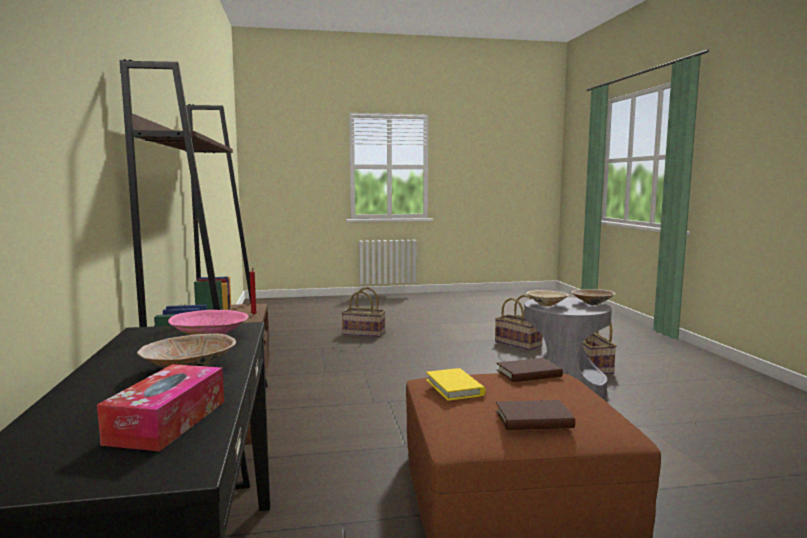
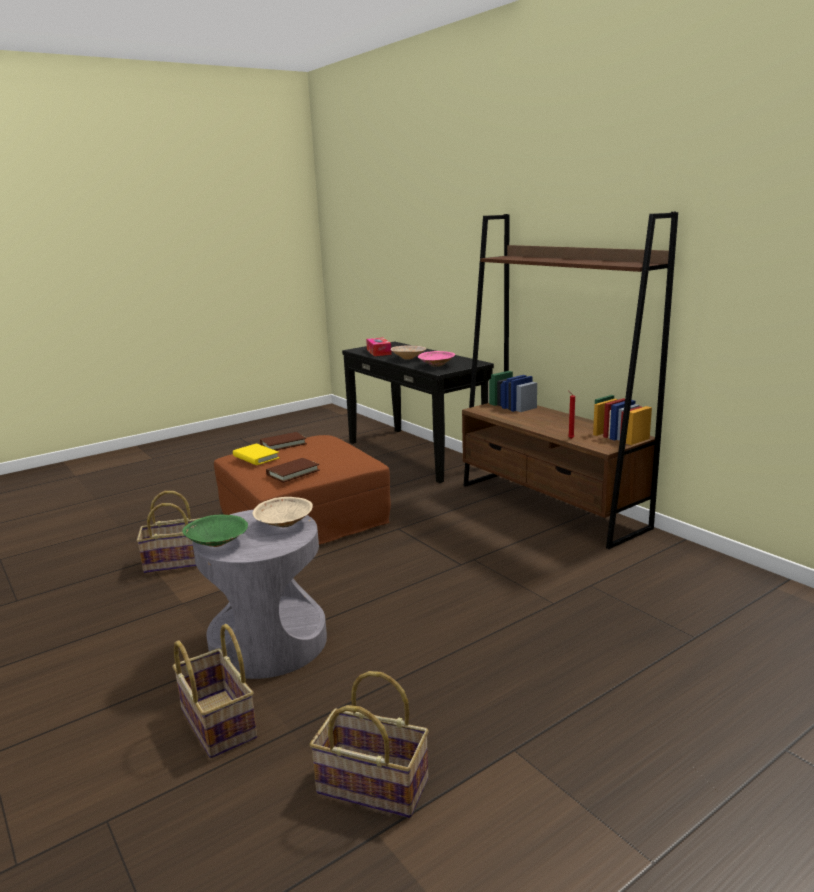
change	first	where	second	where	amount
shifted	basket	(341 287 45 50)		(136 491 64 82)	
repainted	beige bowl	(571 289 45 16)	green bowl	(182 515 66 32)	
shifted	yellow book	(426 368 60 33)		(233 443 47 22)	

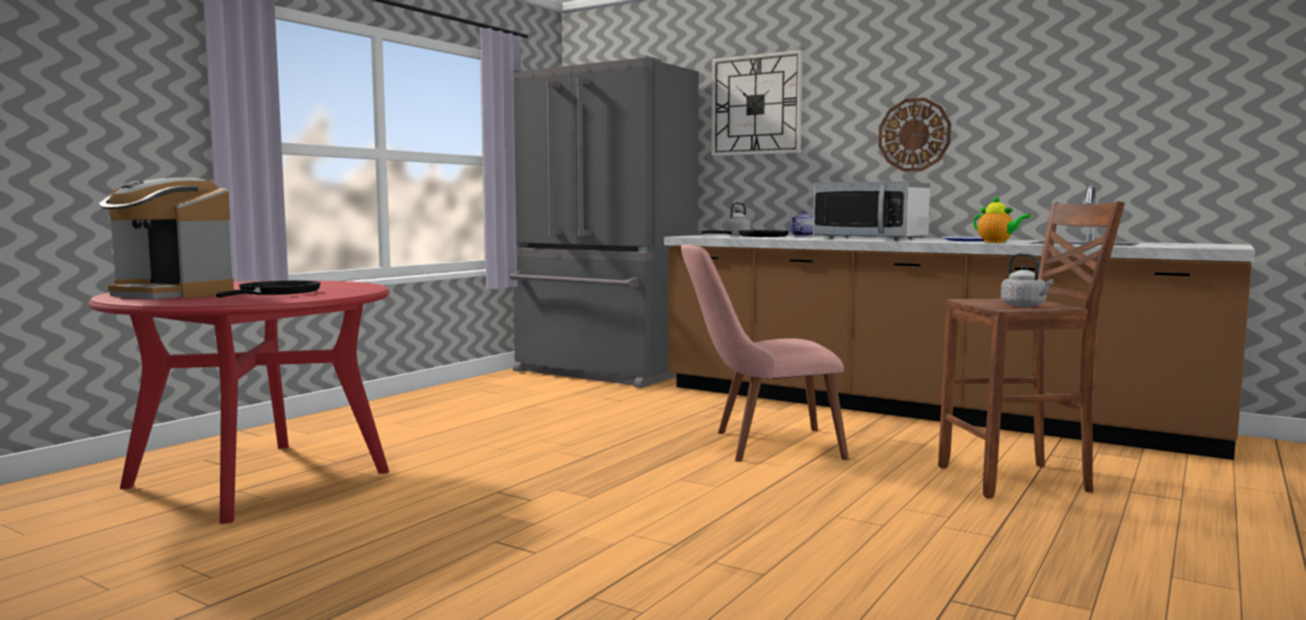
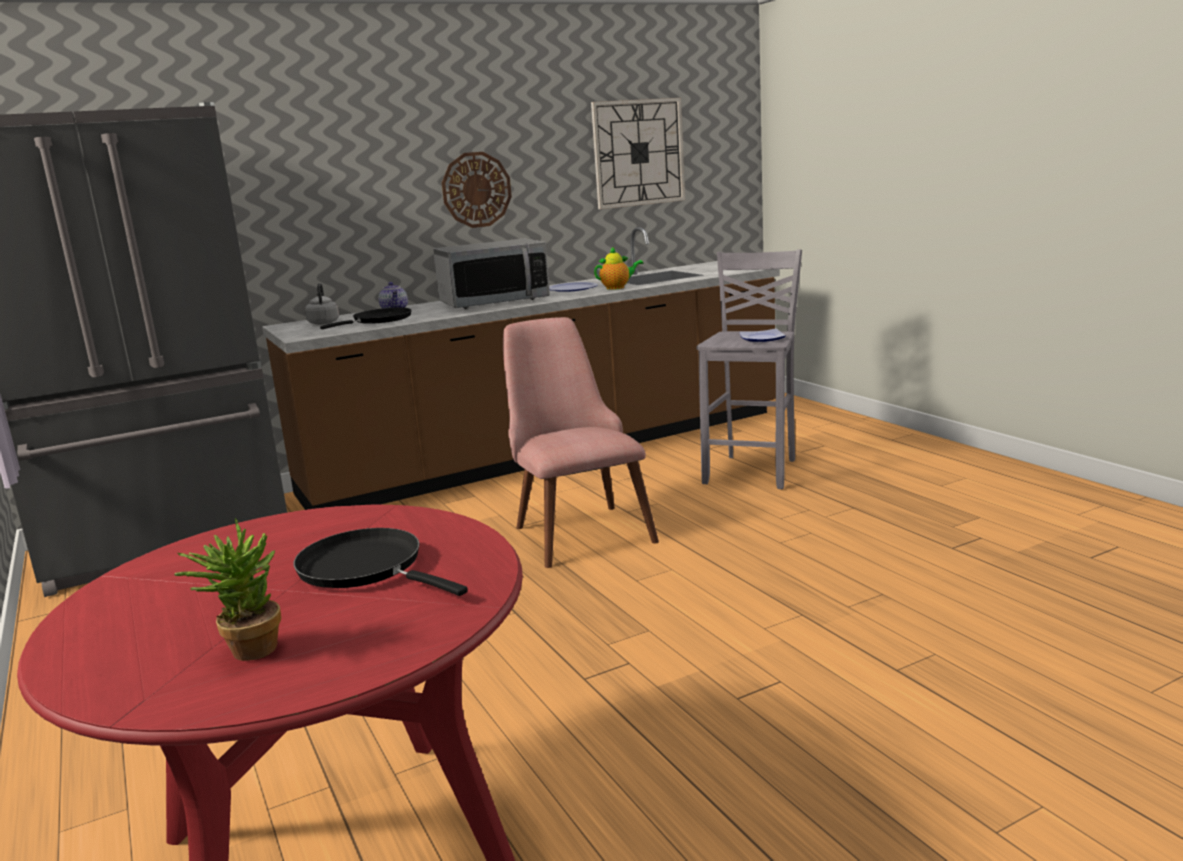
change	first	where	second	where	amount
shifted	wall clock	(711 50 92 106)		(591 98 94 111)	
swapped	coffee machine	(99 178 135 121)	potted plant	(174 517 107 144)	
repainted	brown stool	(938 201 187 297)	grey stool	(697 250 105 239)	
rotated	pink chair	(681 244 168 218)		(503 317 156 251)	135 degrees clockwise
swapped	grey kettle	(1001 253 53 54)	plate	(739 329 47 13)	

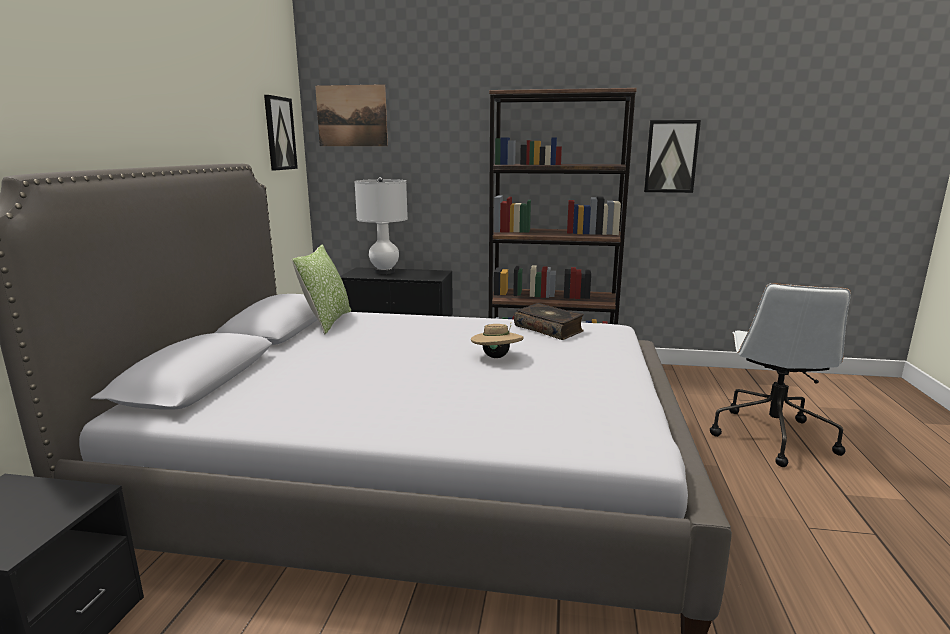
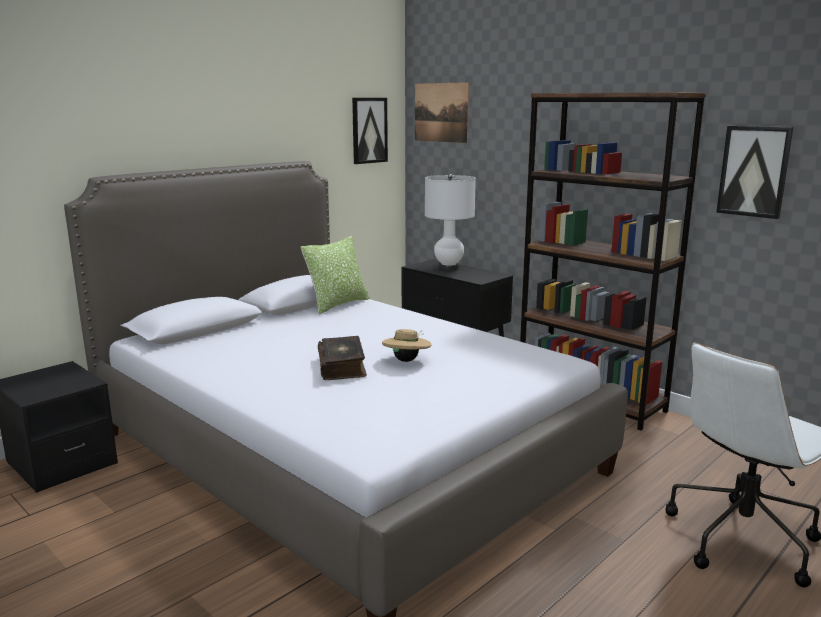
change	first	where	second	where	amount
shifted	book	(514 303 70 37)		(318 336 49 44)	

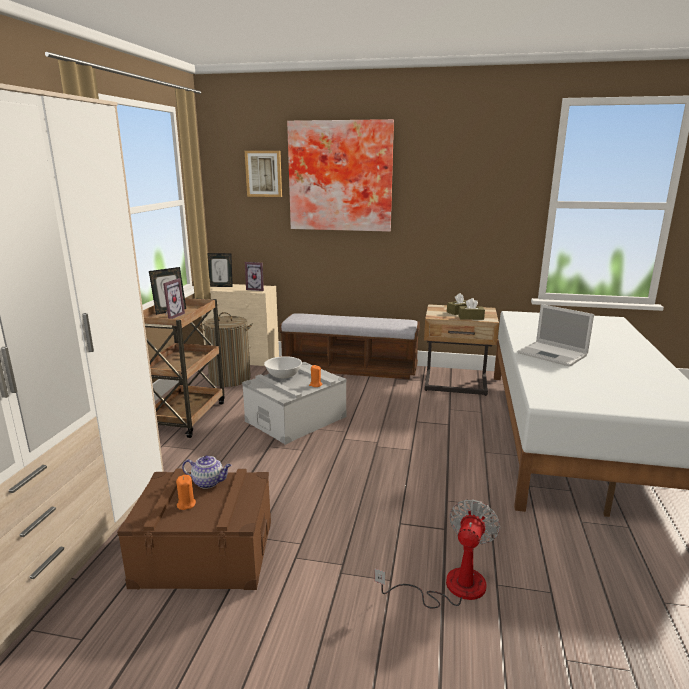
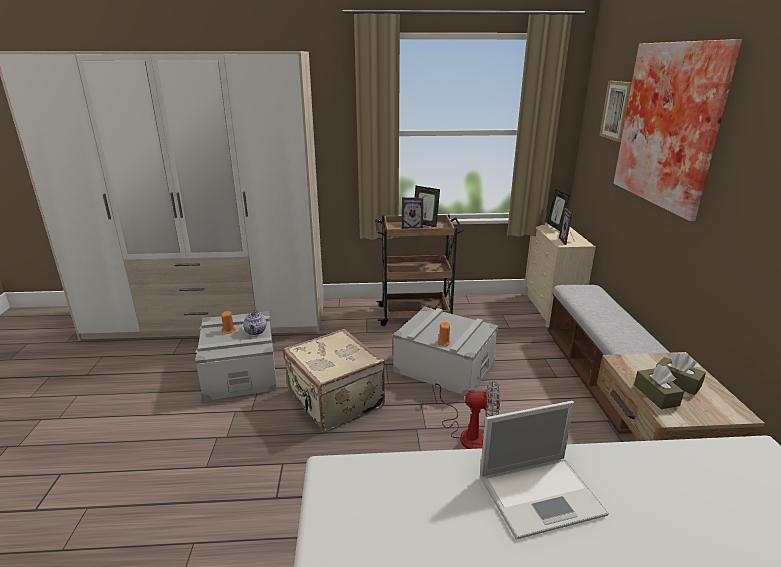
change	first	where	second	where	amount
rotated	laptop	(518 304 76 63)		(480 401 129 139)	135 degrees counterclockwise
gone	laundry basket	(200 312 53 75)			
gone	white bowl	(264 356 38 22)			
repainted	brown storage box	(117 469 154 121)	grey storage box	(195 311 82 91)	
shifted	fan	(374 499 126 110)		(435 377 65 72)	
new			beige suitcase	(283 329 102 103)	

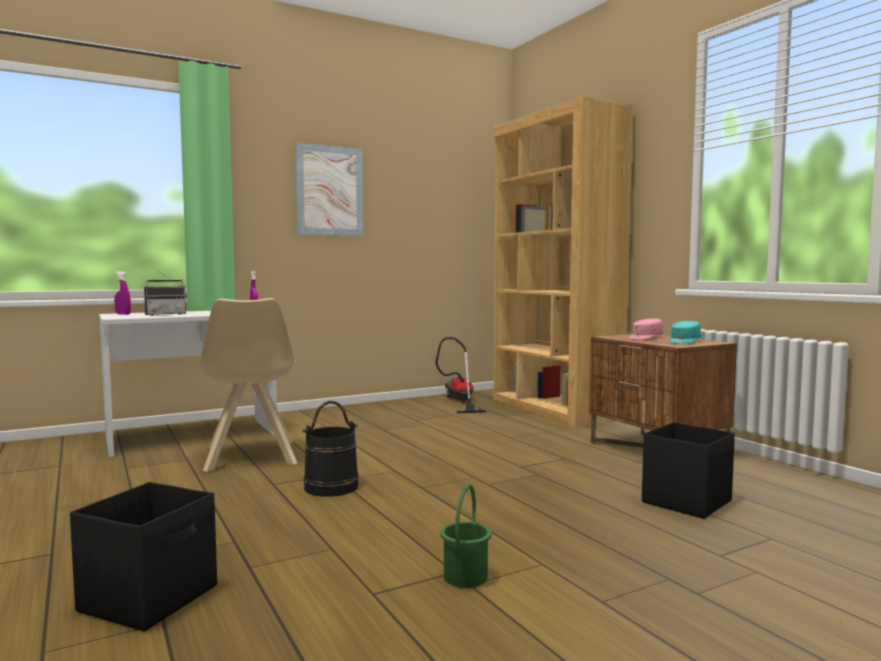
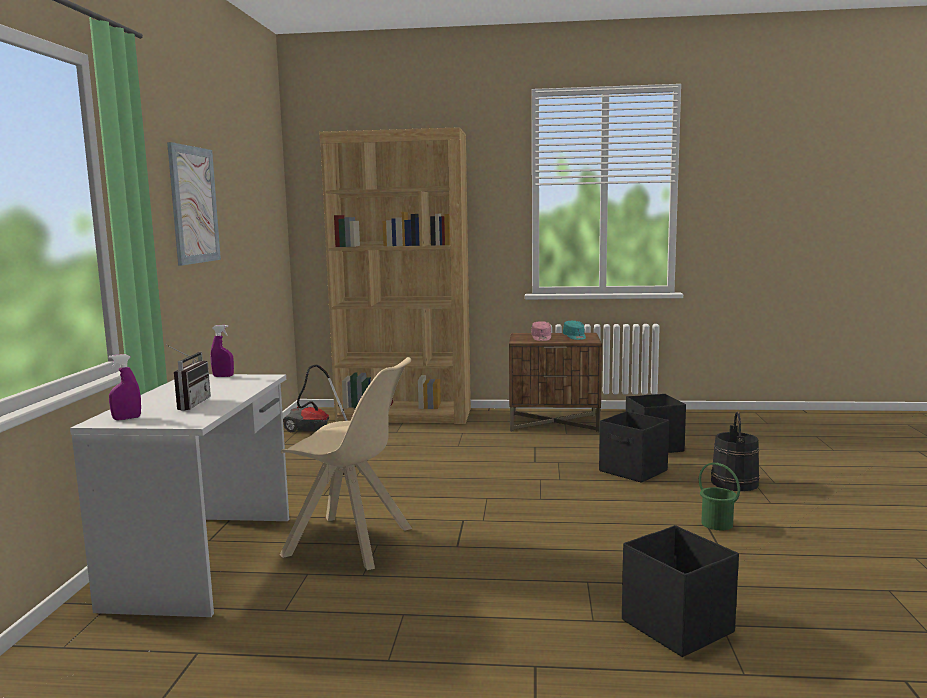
change	first	where	second	where	amount
shifted	black bucket	(302 401 57 96)		(711 411 49 80)	
new			black storage box	(599 411 70 72)	

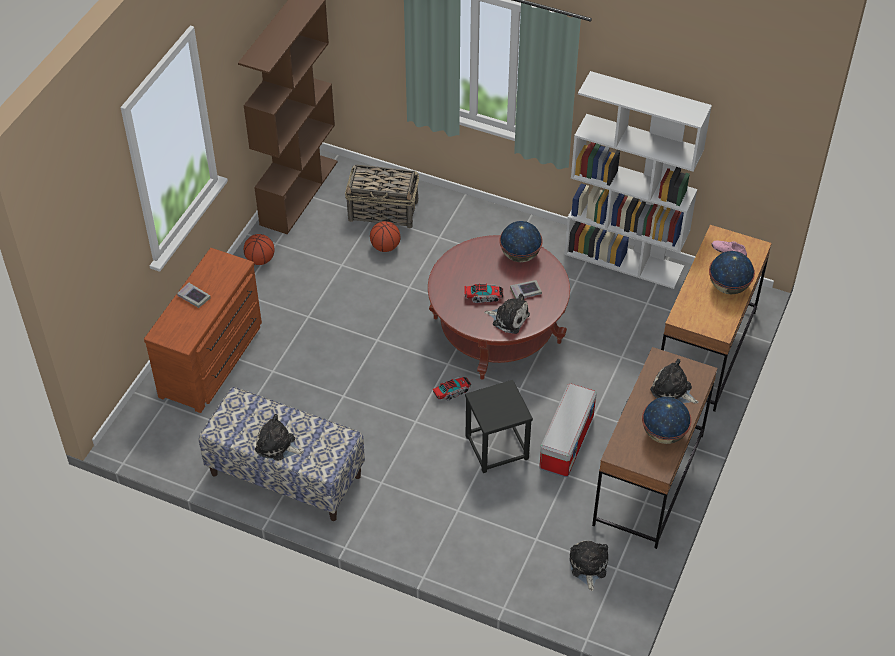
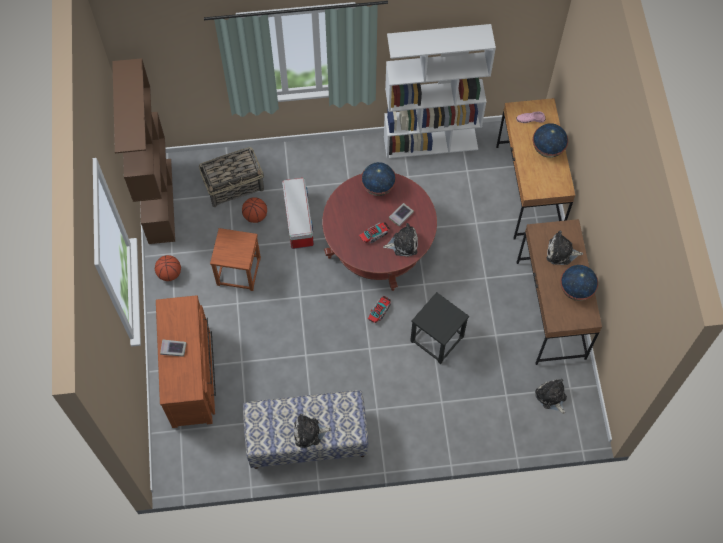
change	first	where	second	where	amount
shifted	storage box	(539 383 58 94)		(282 178 32 71)	
new			brown stool	(210 228 51 63)	

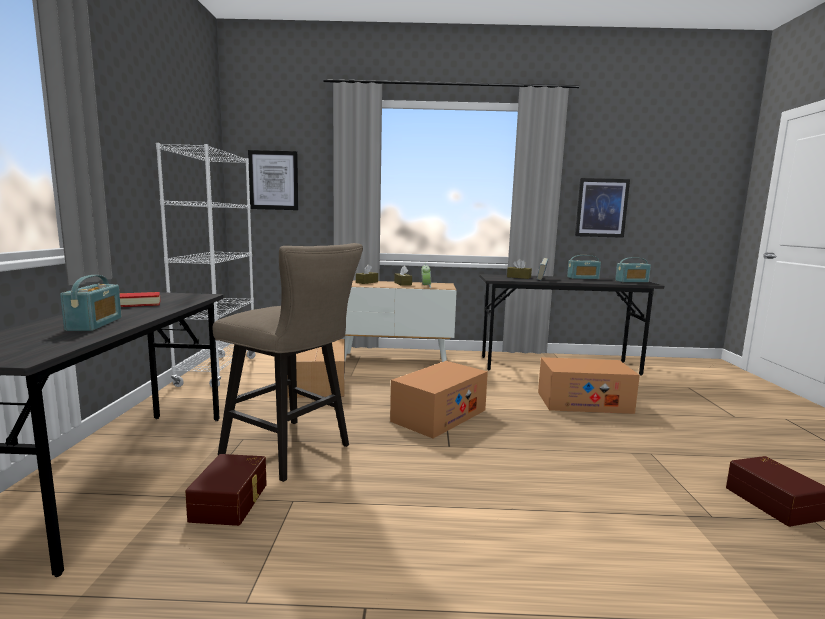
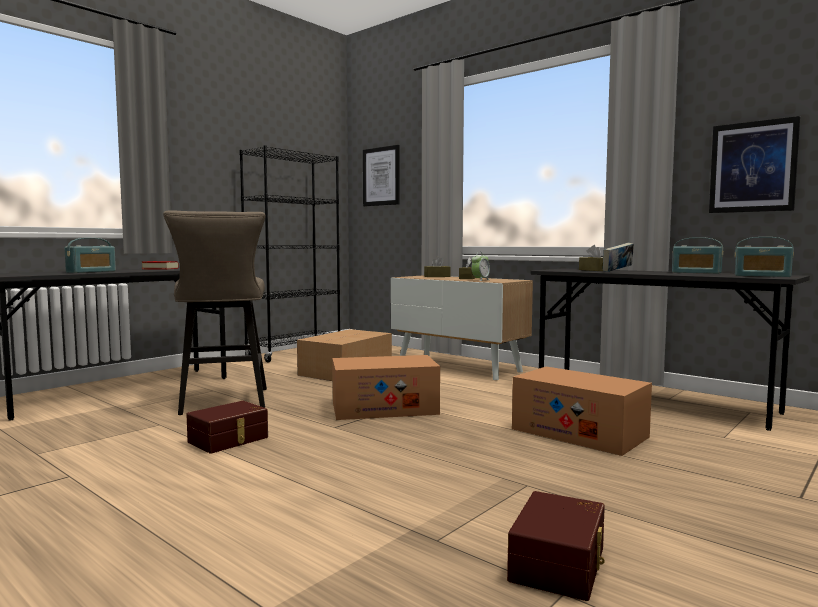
change	first	where	second	where	amount
repainted	white bookcase	(156 143 99 244)	black bookcase	(239 145 101 217)	
shifted	brown storage box	(185 454 82 72)		(186 401 82 53)	

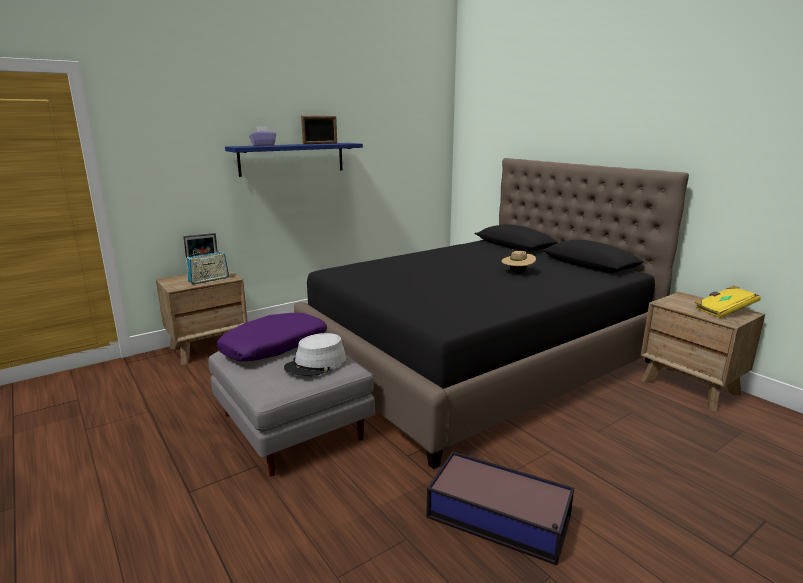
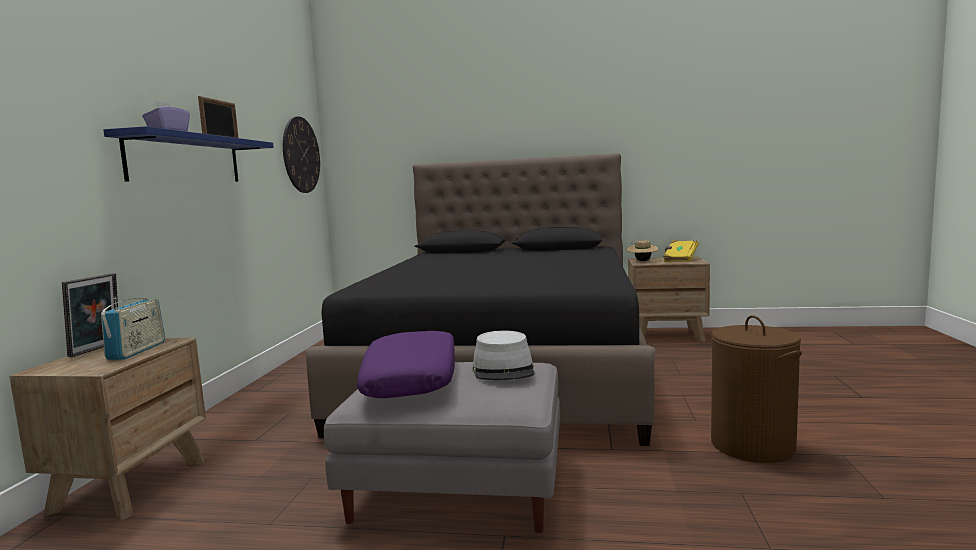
change	first	where	second	where	amount
shifted	beige hat	(501 249 35 24)		(627 240 32 21)	
swapped	storage box	(426 451 148 115)	brown laundry basket	(711 315 91 148)	
new			wall clock	(283 116 37 77)	

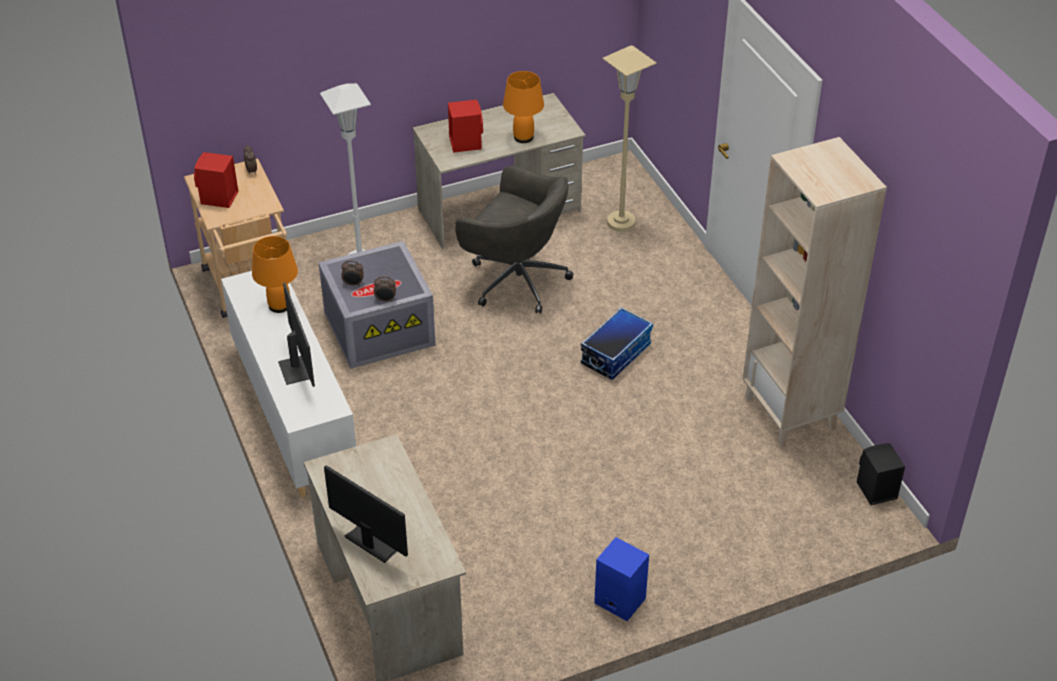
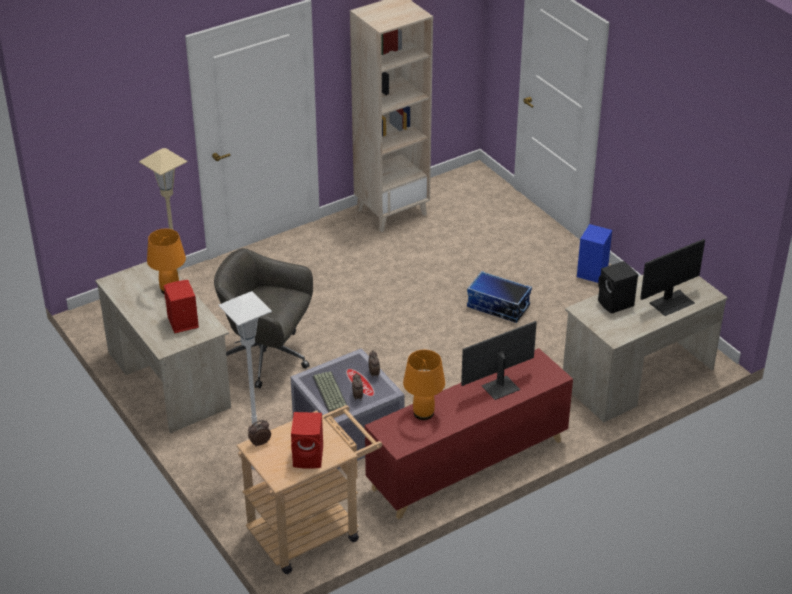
change	first	where	second	where	amount
rotated	grey office chair	(455 165 118 149)		(214 248 99 141)	90 degrees counterclockwise
repainted	white cabinet	(221 271 135 227)	red cabinet	(365 348 208 172)	
shifted	storage box	(581 307 72 73)		(467 271 65 52)	
shifted	black speaker	(857 443 48 62)		(598 261 40 53)	
rotated	monitor	(324 465 84 98)		(640 239 65 77)	150 degrees counterclockwise
new			keyboard	(313 371 35 41)	

